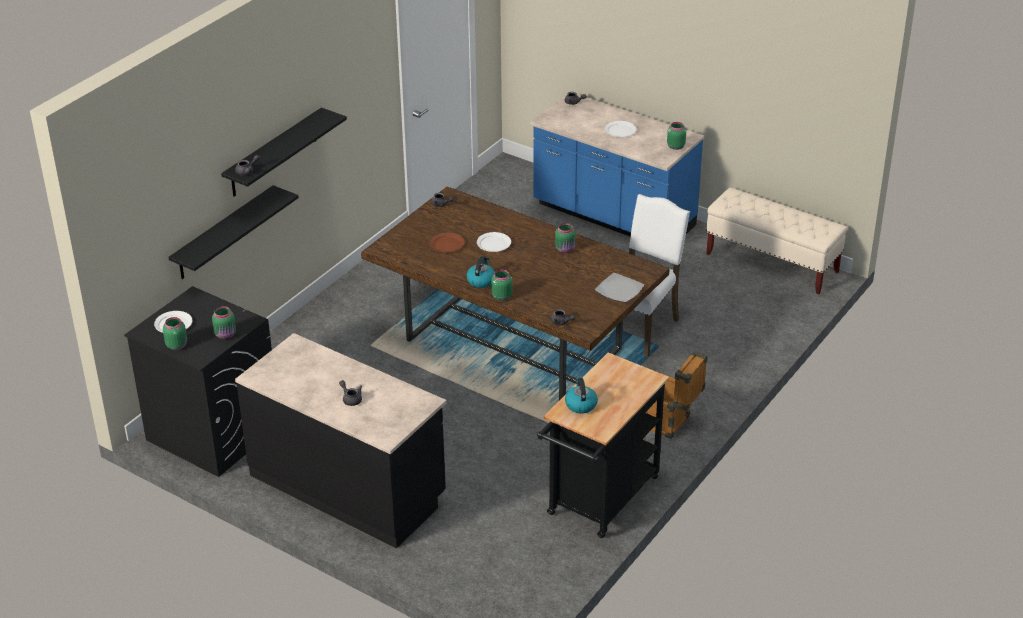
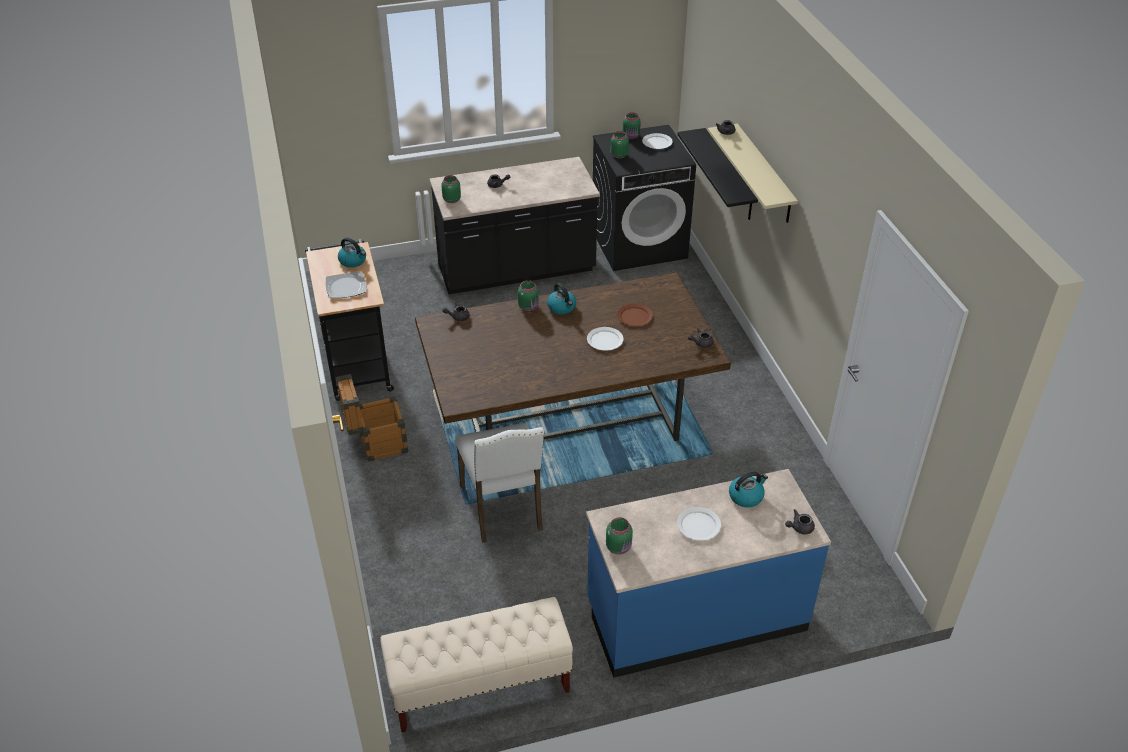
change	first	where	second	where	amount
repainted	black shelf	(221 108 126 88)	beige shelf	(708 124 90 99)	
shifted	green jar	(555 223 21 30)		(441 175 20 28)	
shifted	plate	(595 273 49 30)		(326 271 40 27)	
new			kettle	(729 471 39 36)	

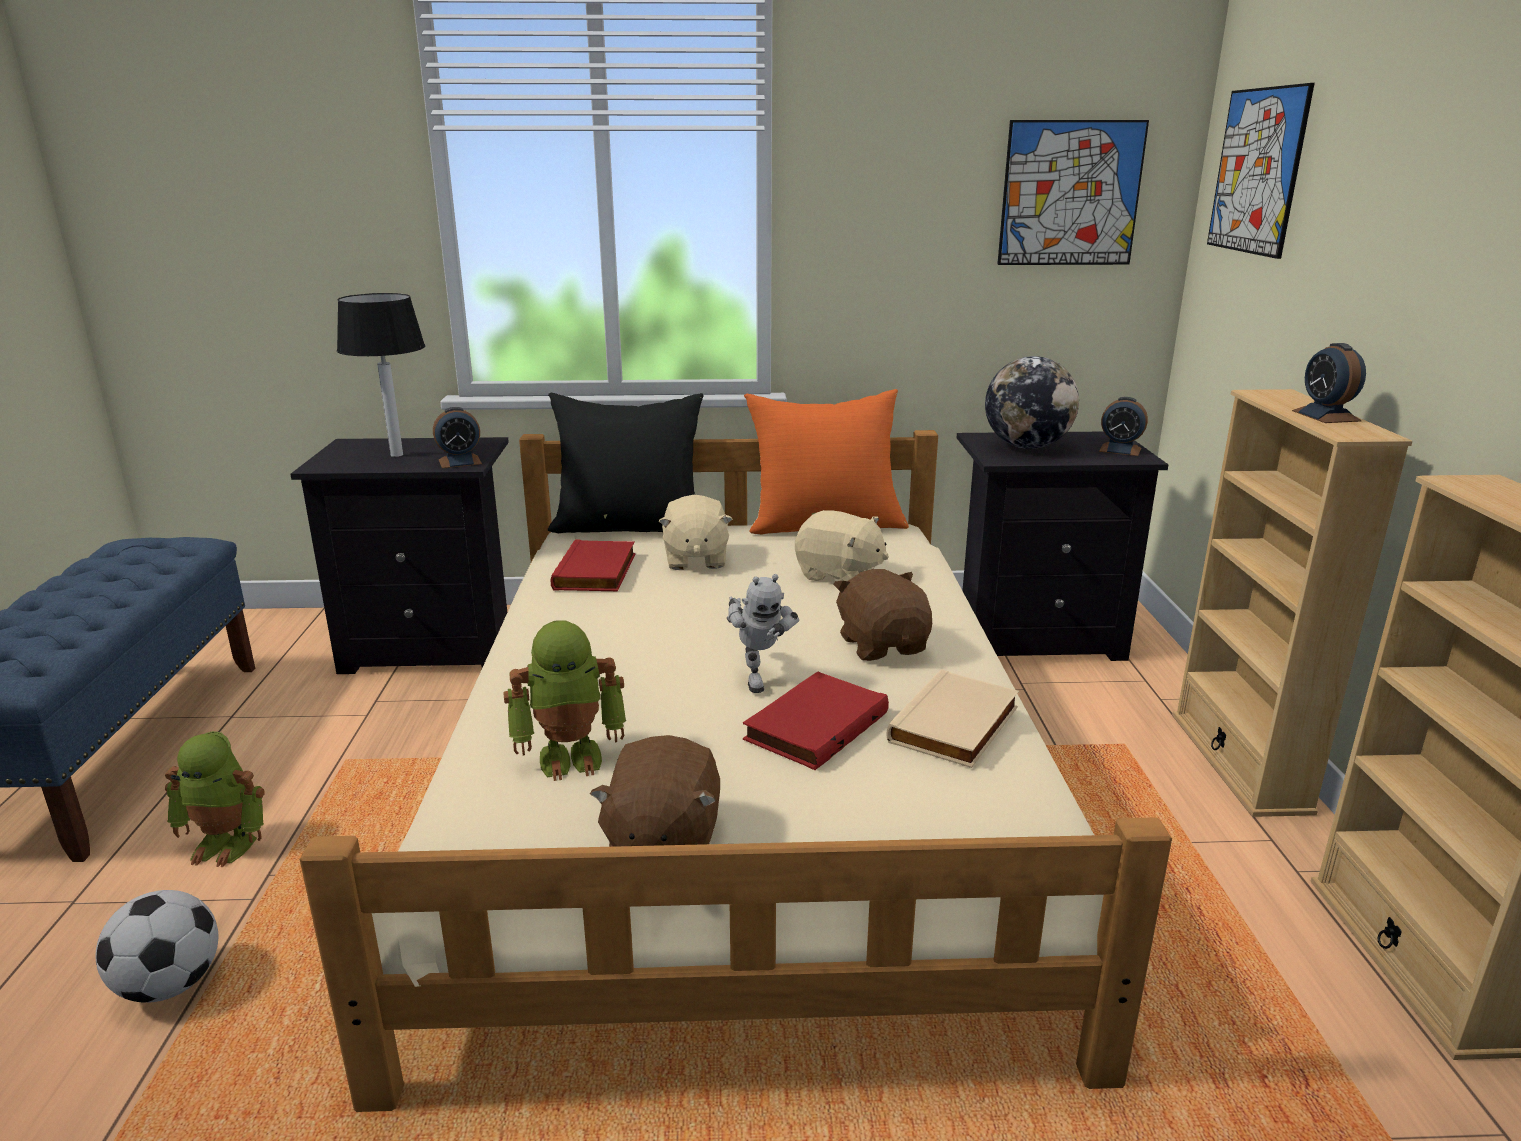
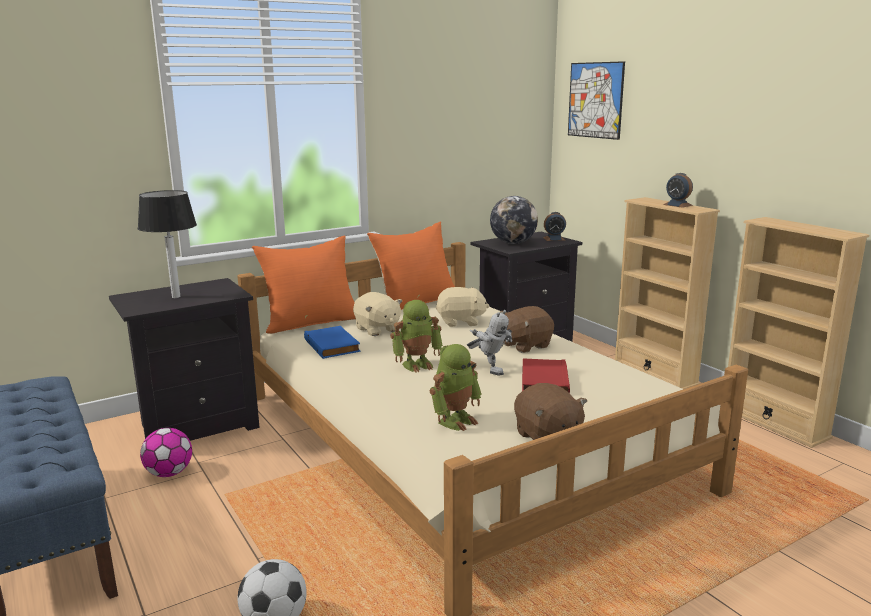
change	first	where	second	where	amount
gone	picture	(997 120 152 145)			
repainted	black pillow	(548 392 155 142)	orange pillow	(252 235 104 99)	
gone	alarm clock	(433 407 49 61)			
repainted	red book	(550 539 86 52)	blue book	(304 326 57 33)	
rotated	brown plush toy	(833 569 99 92)		(500 306 54 47)	75 degrees counterclockwise
gone	beige book	(886 669 133 99)			
shifted	toy robot	(165 731 100 136)		(390 300 53 72)	
new			football	(140 428 52 49)	

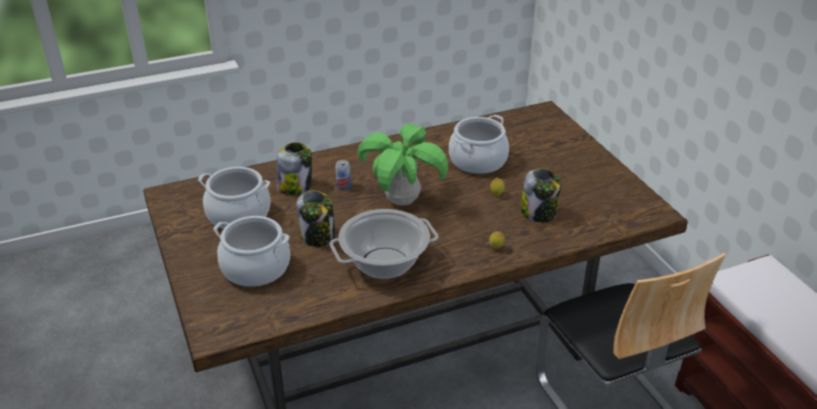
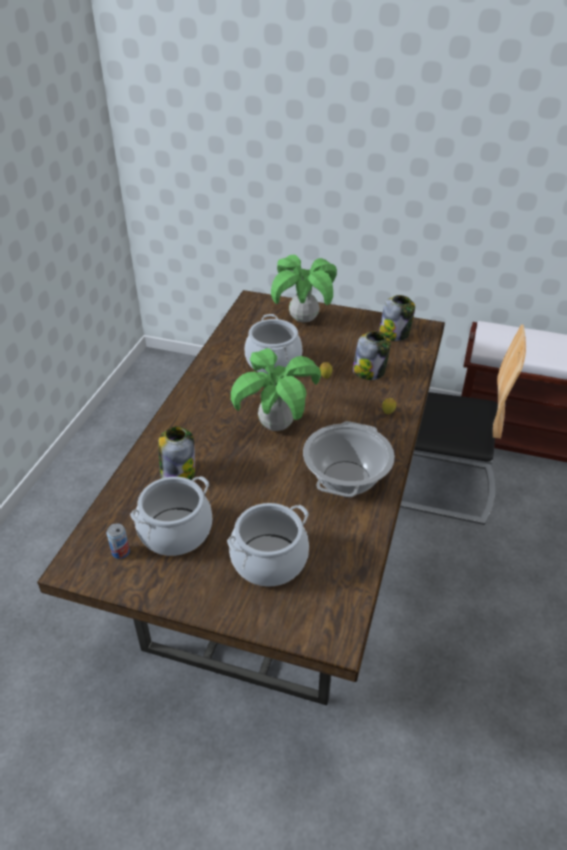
change	first	where	second	where	amount
shifted	can	(335 160 16 30)		(107 523 23 36)	
shifted	jar	(297 190 38 57)		(379 295 36 46)	
new			potted plant	(271 255 66 68)	

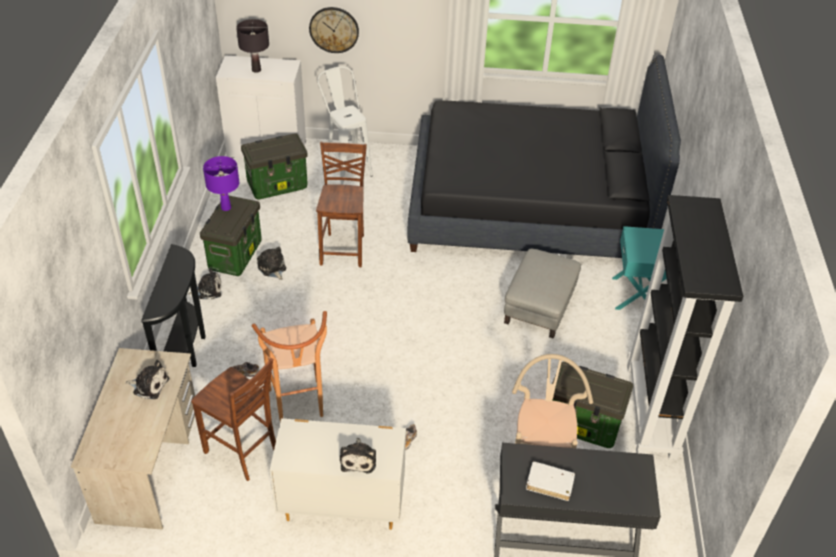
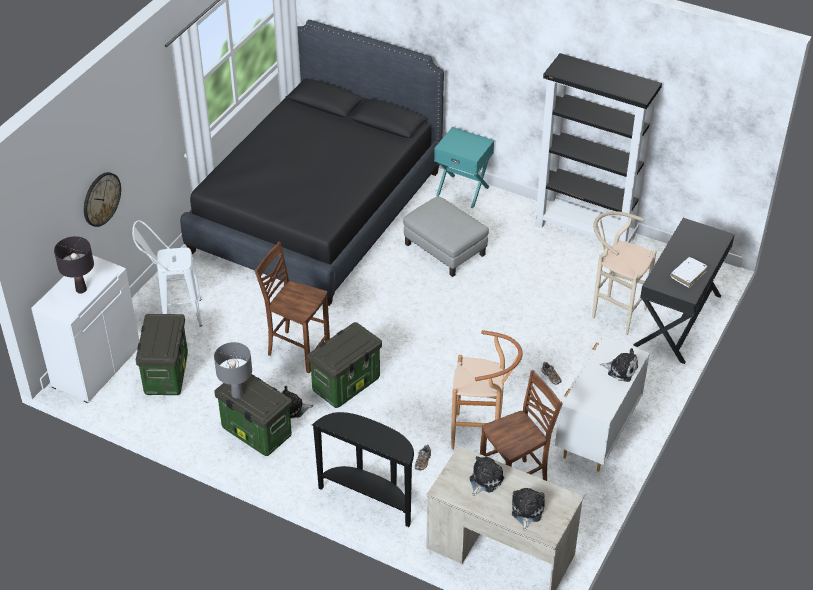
change	first	where	second	where	amount
repainted	purple table lamp	(203 156 36 55)	grey table lamp	(214 342 38 56)	
shifted	plush toy	(188 268 33 31)		(512 488 33 43)	
shifted	storage box	(552 362 82 86)		(307 322 75 86)	

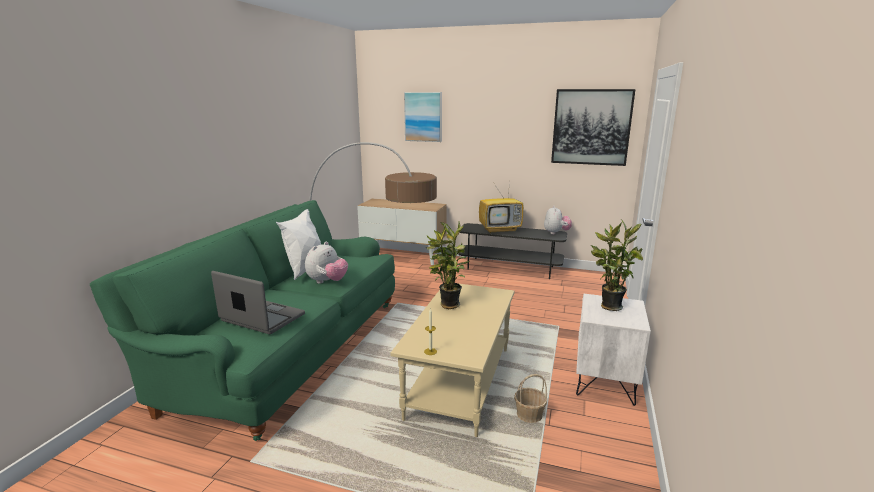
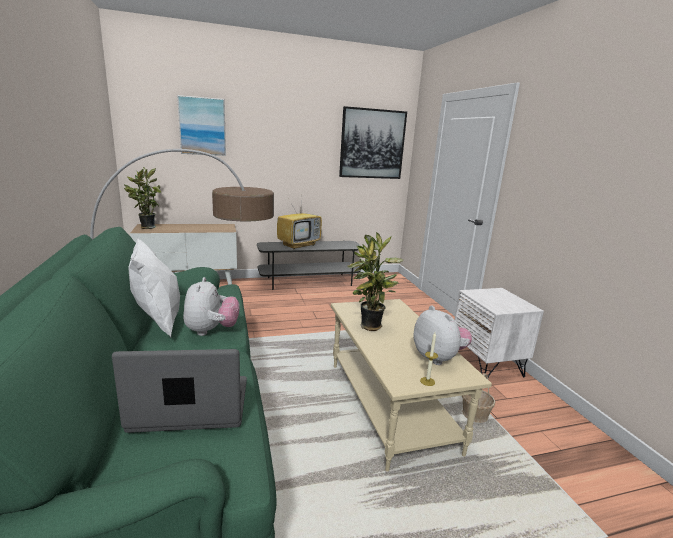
change	first	where	second	where	amount
shifted	plush toy	(544 206 28 28)		(413 306 59 59)	
shifted	potted plant	(591 220 52 91)		(124 167 37 62)	

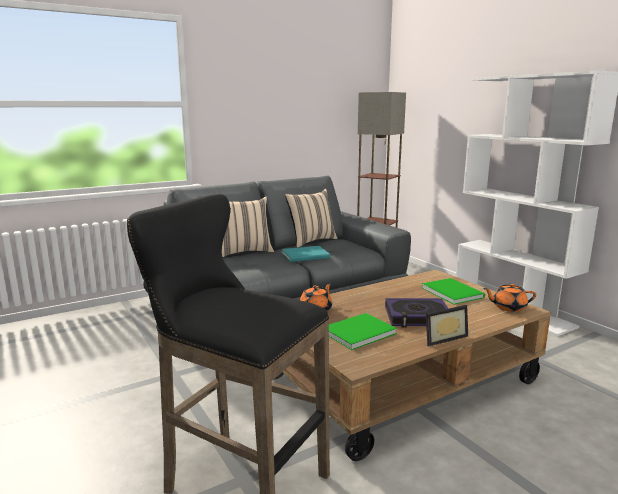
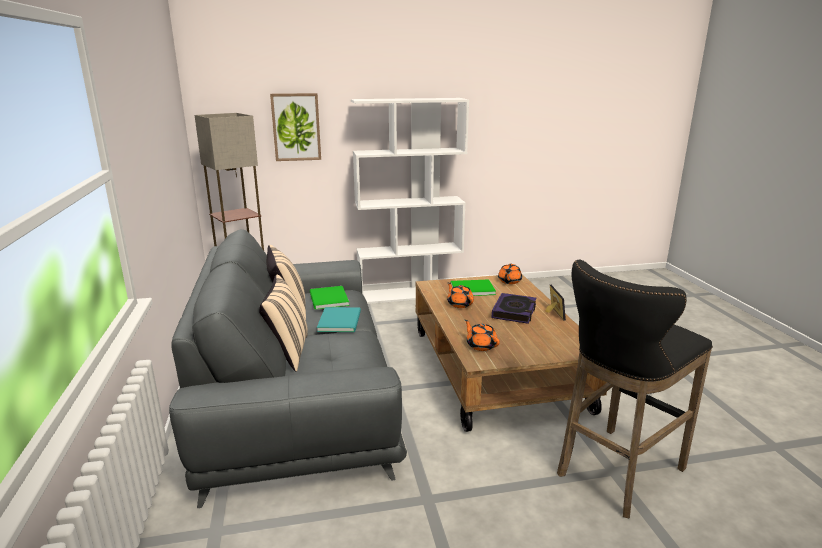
change	first	where	second	where	amount
shifted	green book	(329 313 68 37)		(310 286 39 24)	
new			picture	(270 93 51 68)	
new			orange teapot	(447 282 27 26)	

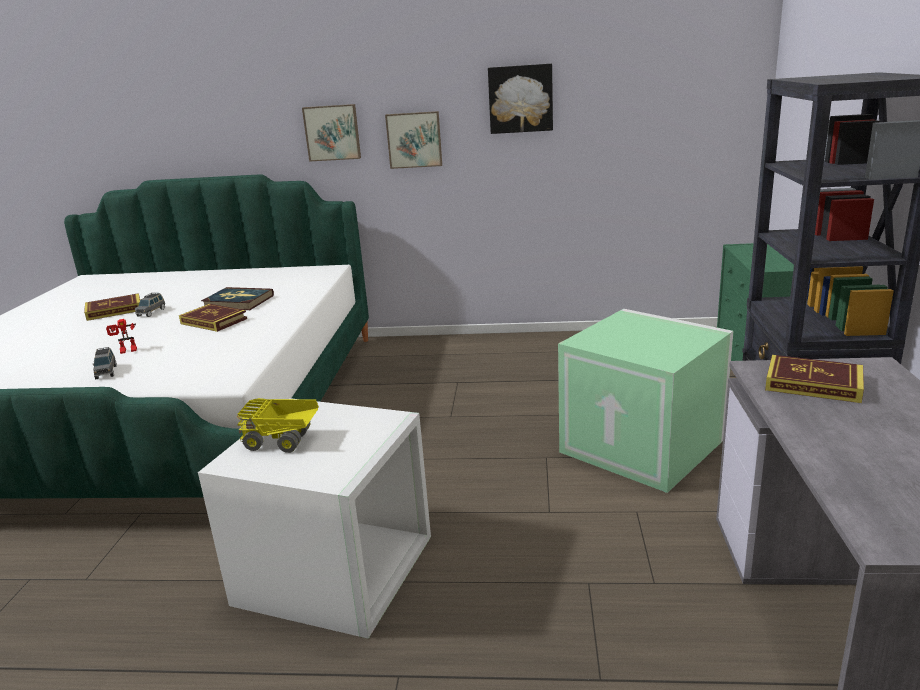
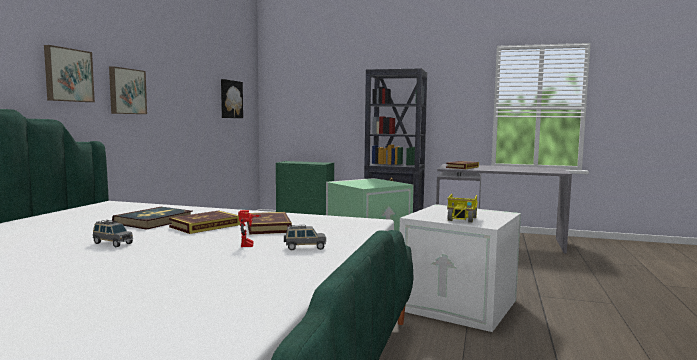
change	first	where	second	where	amount
shifted	picture	(488 64 65 70)		(221 79 22 39)	
shifted	book	(84 293 56 28)		(247 212 45 23)	

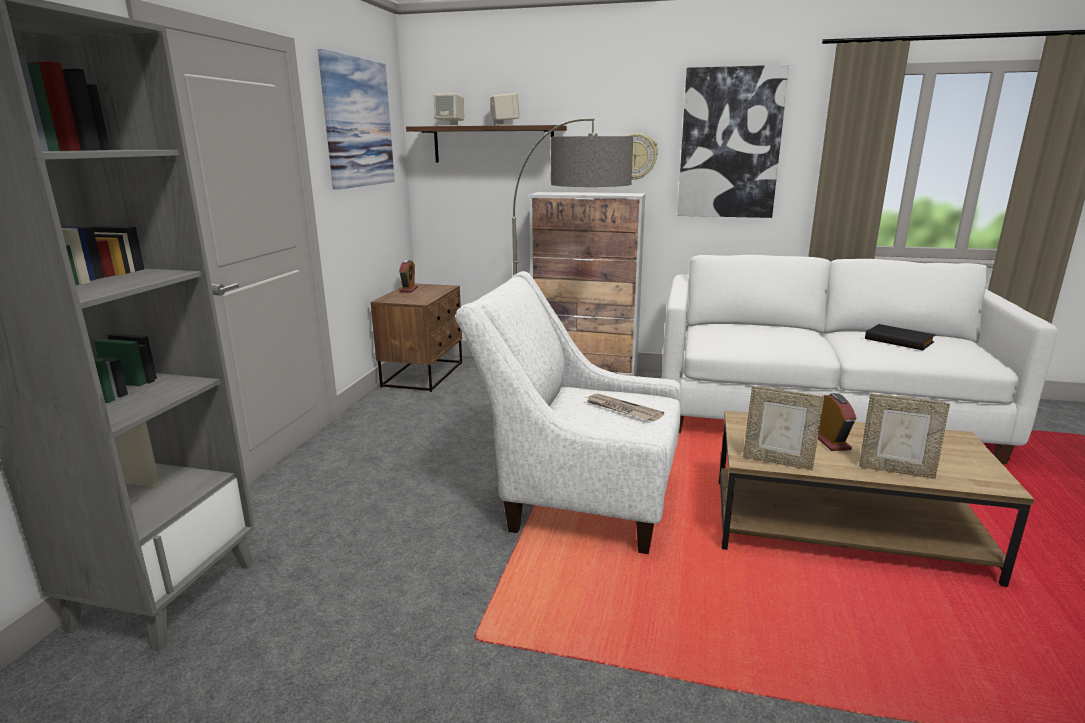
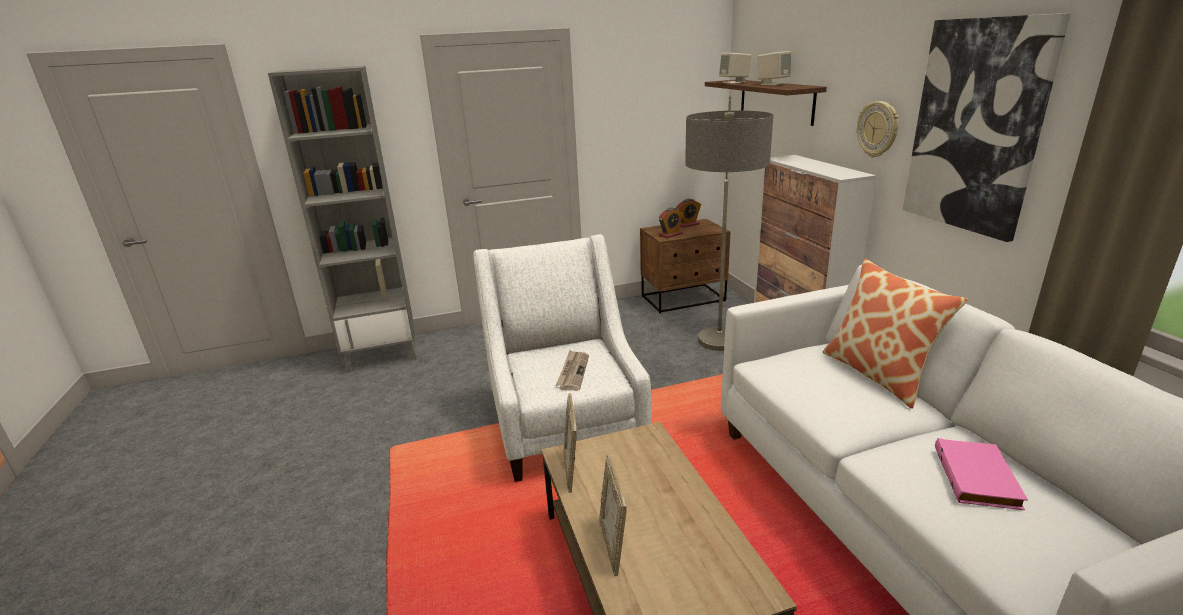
change	first	where	second	where	amount
gone	picture	(318 49 77 141)			
repainted	black book	(865 324 71 26)	pink book	(935 438 93 72)	
shifted	alarm clock	(818 393 38 58)		(659 208 24 30)	
new			pillow	(823 259 145 150)	

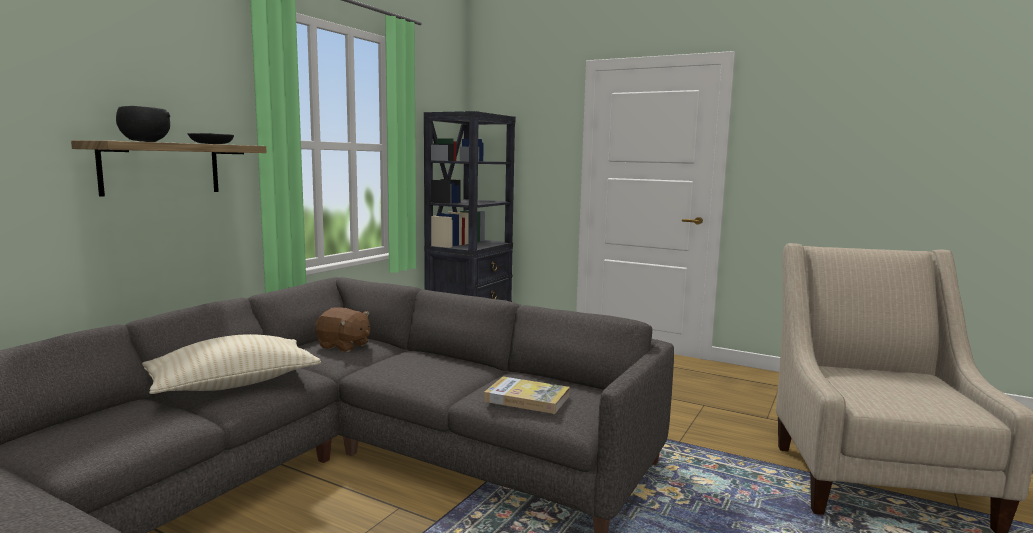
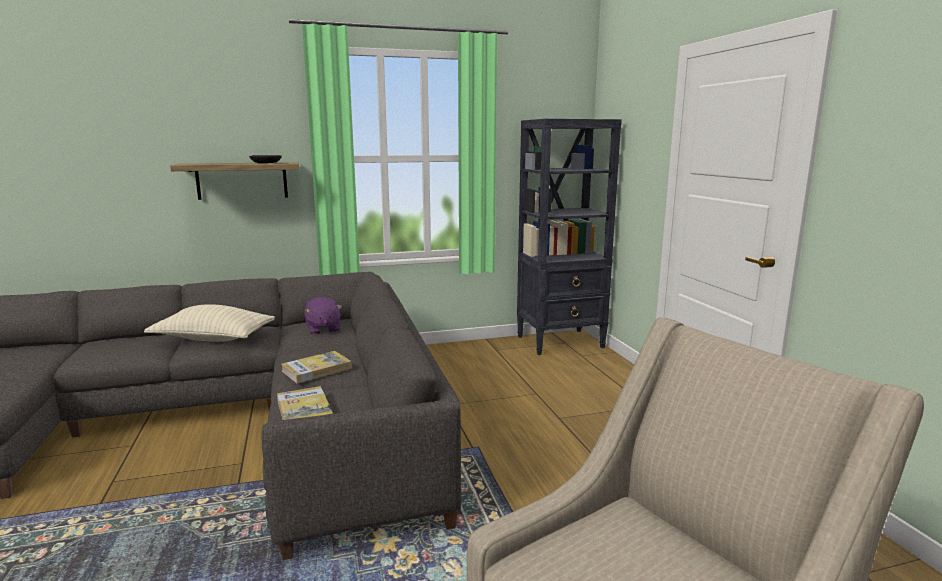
change	first	where	second	where	amount
gone	black bowl	(116 106 54 36)			
repainted	brown plush toy	(315 307 55 45)	purple plush toy	(304 297 38 38)	
new			book	(281 351 71 32)	

